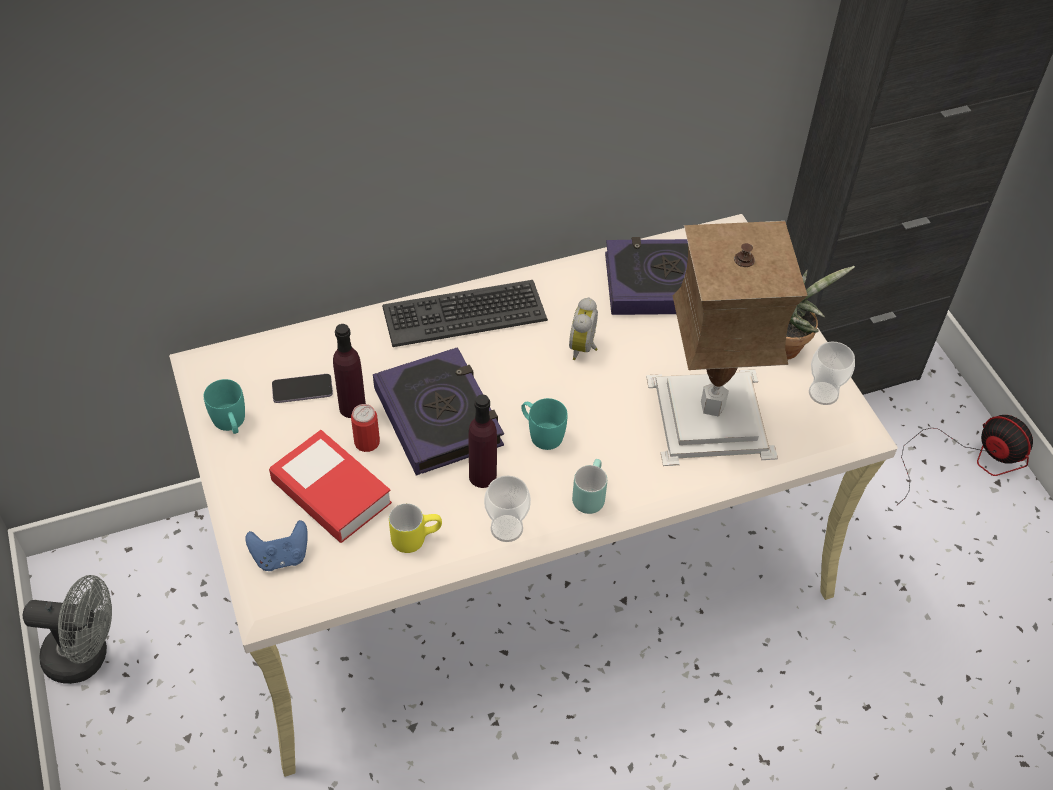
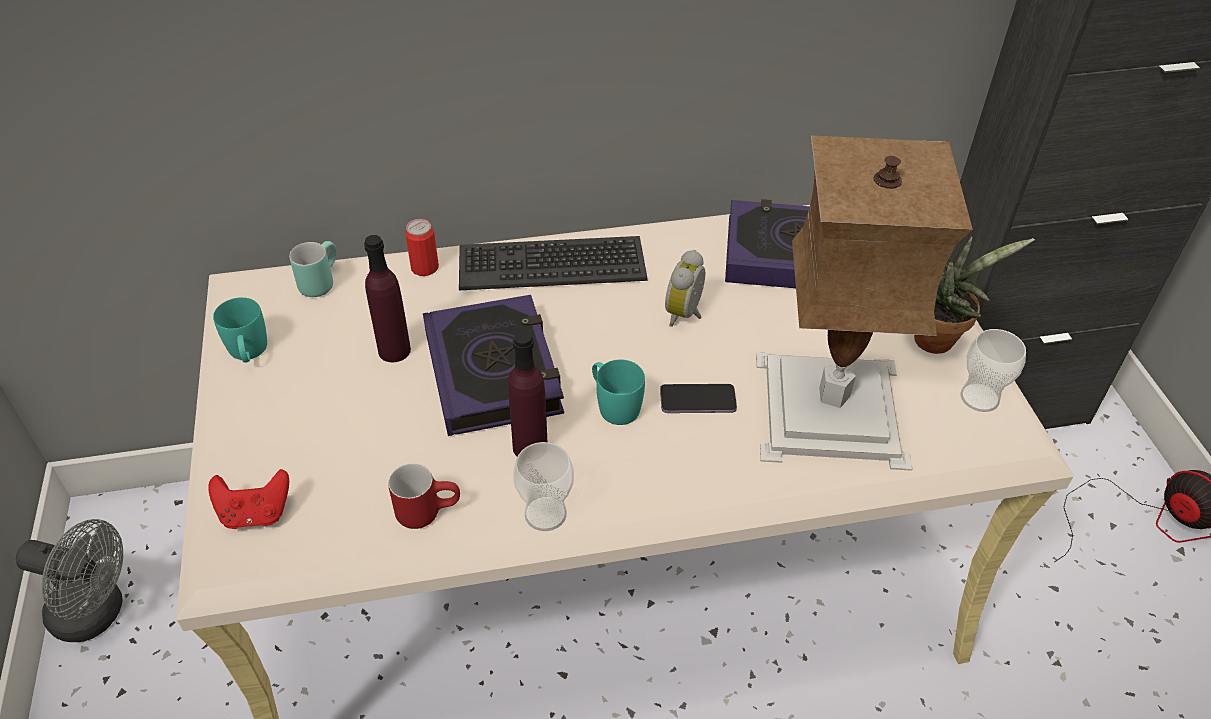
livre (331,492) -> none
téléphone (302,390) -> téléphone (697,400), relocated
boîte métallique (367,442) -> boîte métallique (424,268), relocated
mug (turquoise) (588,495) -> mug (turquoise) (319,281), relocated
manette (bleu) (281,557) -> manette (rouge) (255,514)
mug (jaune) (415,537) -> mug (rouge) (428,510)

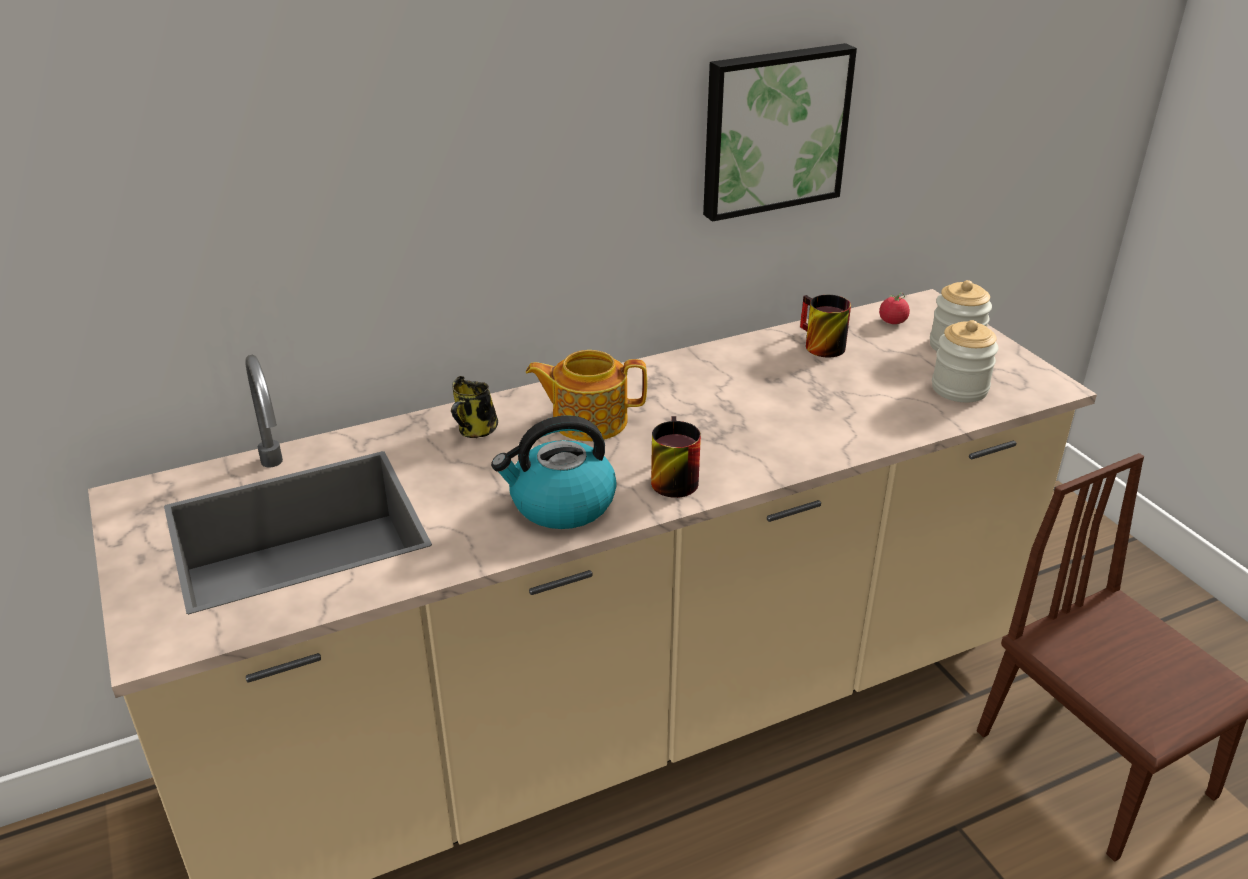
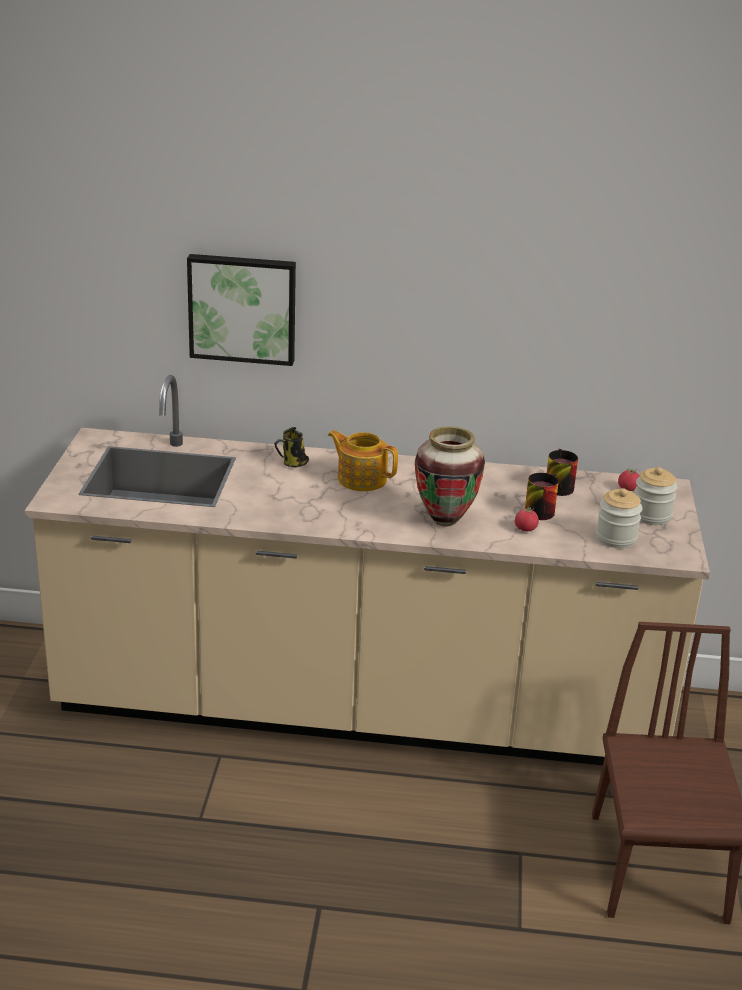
bouilloire (561,504) -> none
none -> vase (445,521)
none -> tomate (525,529)
mug (669,477) -> mug (539,509), relocated
tableau (773,130) -> tableau (243,308), relocated

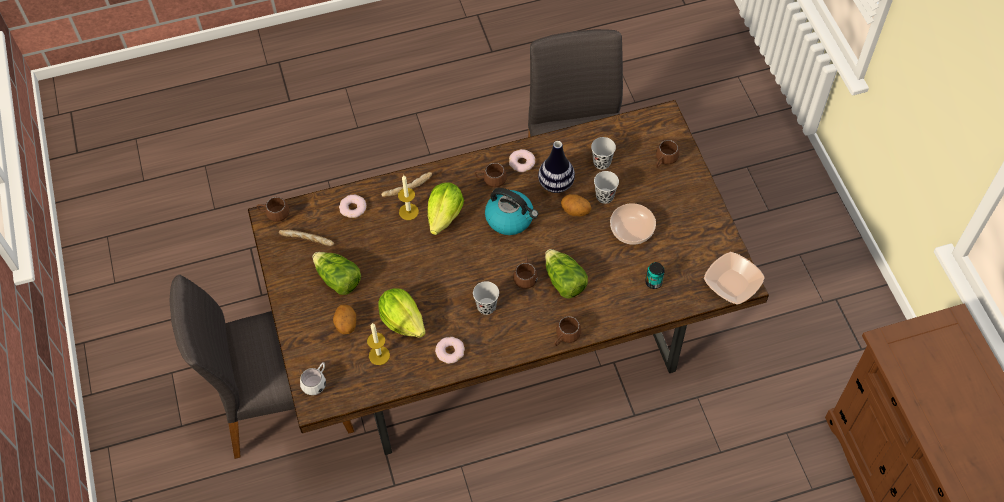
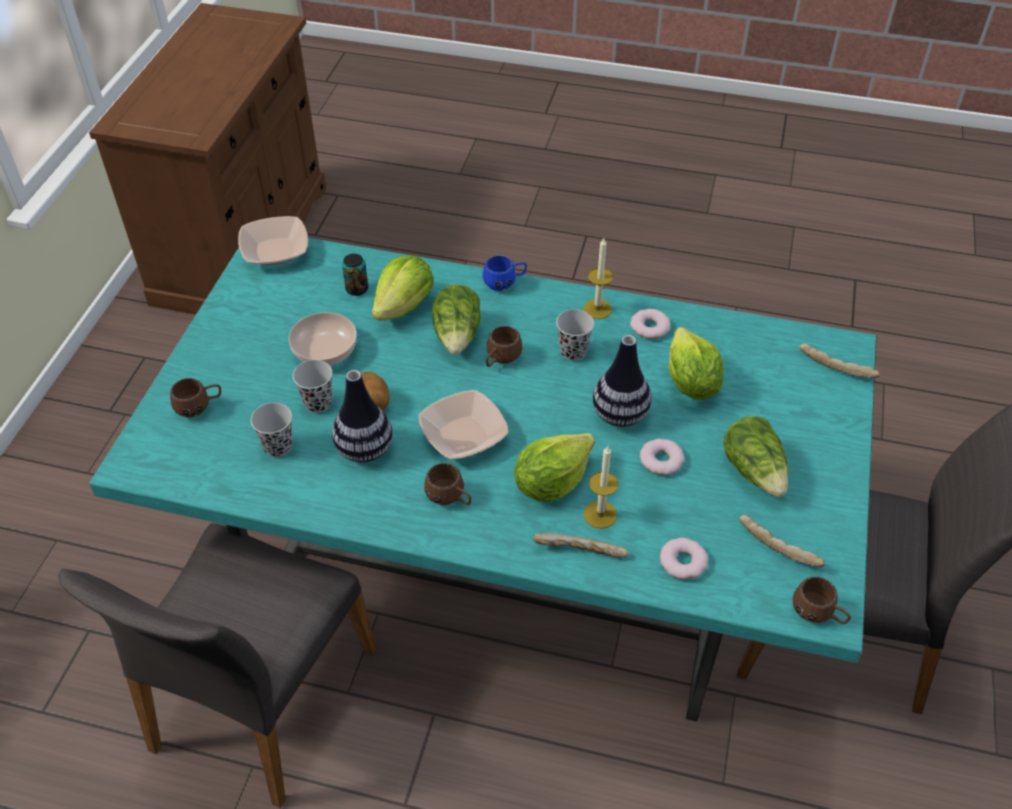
pomme de terre (346,325) -> none
none -> laitue (404,306)
none -> vase (619,414)
bougie (379,355) -> bougie (597,309), relocated
beignet (522,162) -> beignet (661,460), relocated
mug (blanc) (316,383) -> pain (836,366)
bouilloire (510,218) -> bol (463,435)
table à manger (marron) (503,337) -> table à manger (turquoise) (507,562)
mug (marron) (565,338) -> mug (bleu) (505,283)

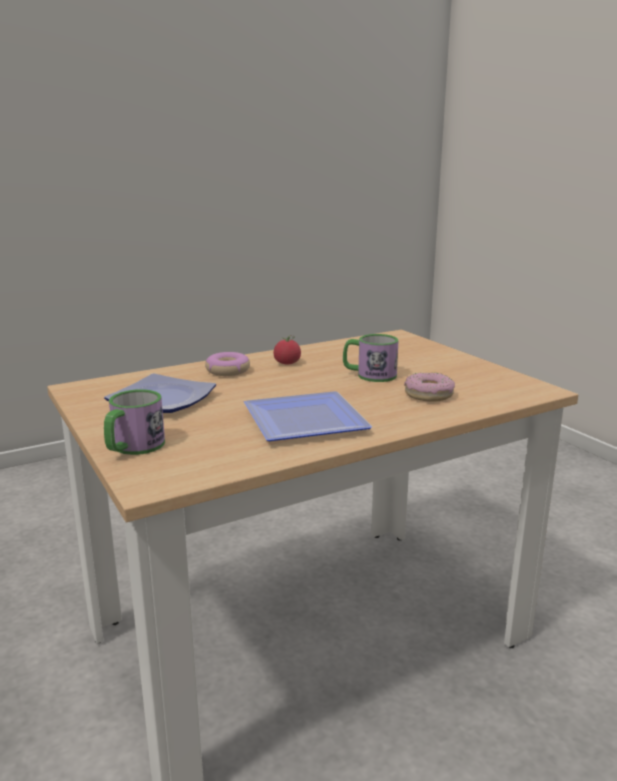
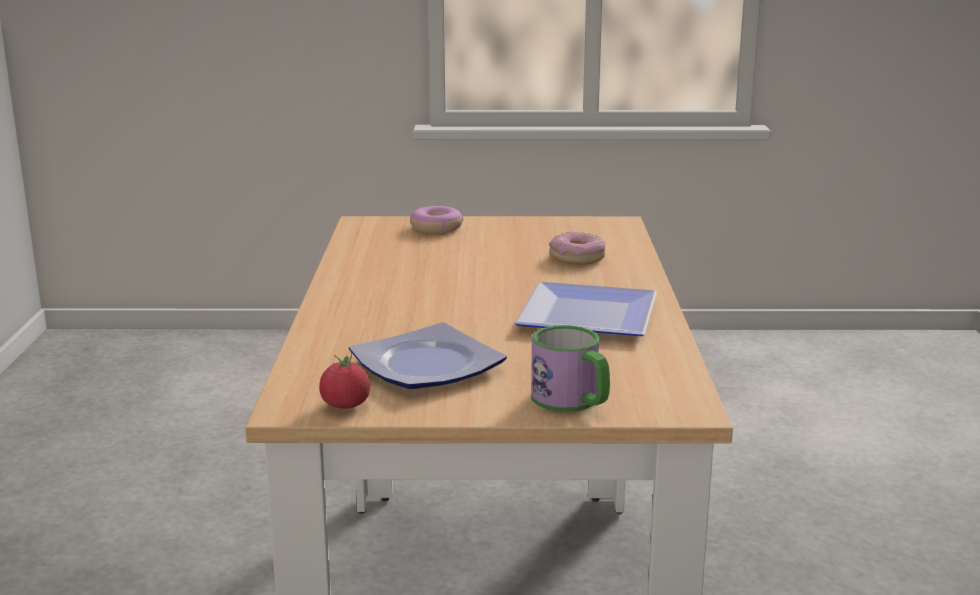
mug (369,375) -> none
beignet (227,371) -> beignet (436,228), relocated
tomate (287,363) -> tomate (345,405), relocated

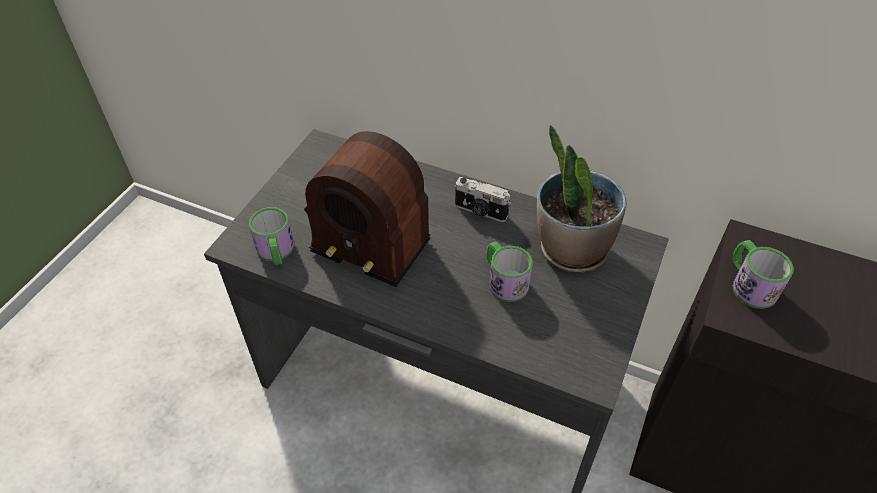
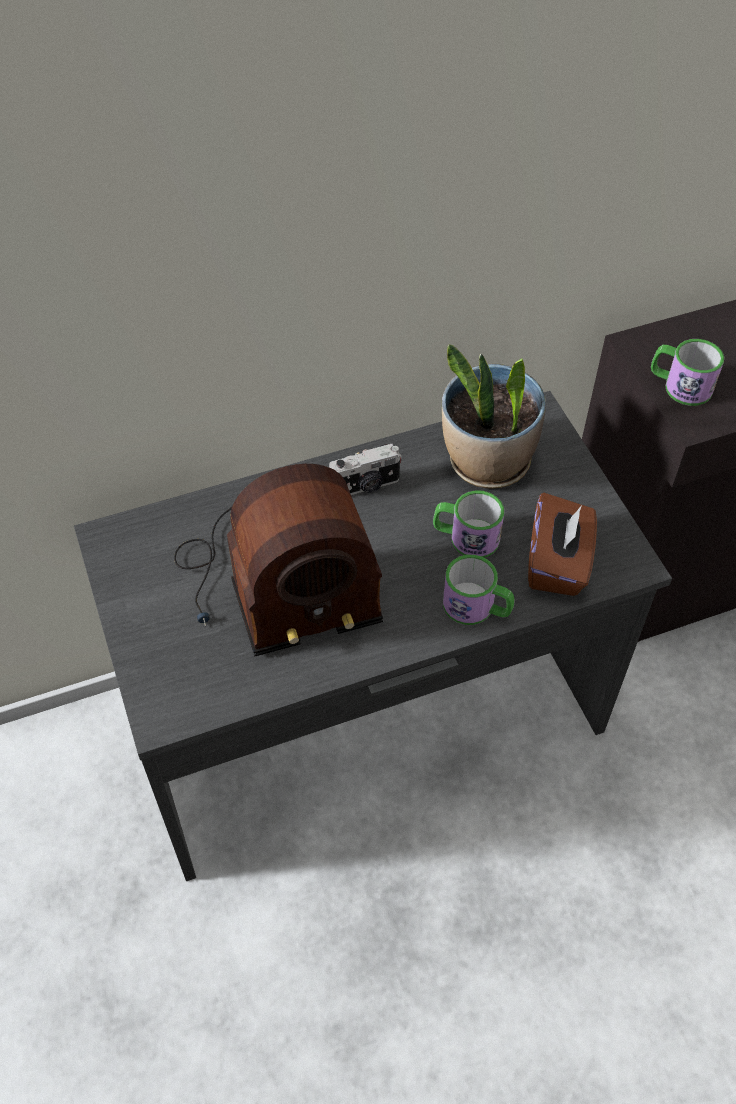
none -> boîte à mouchoirs (marron) (557,563)
mug (276,252) -> mug (477,607), relocated

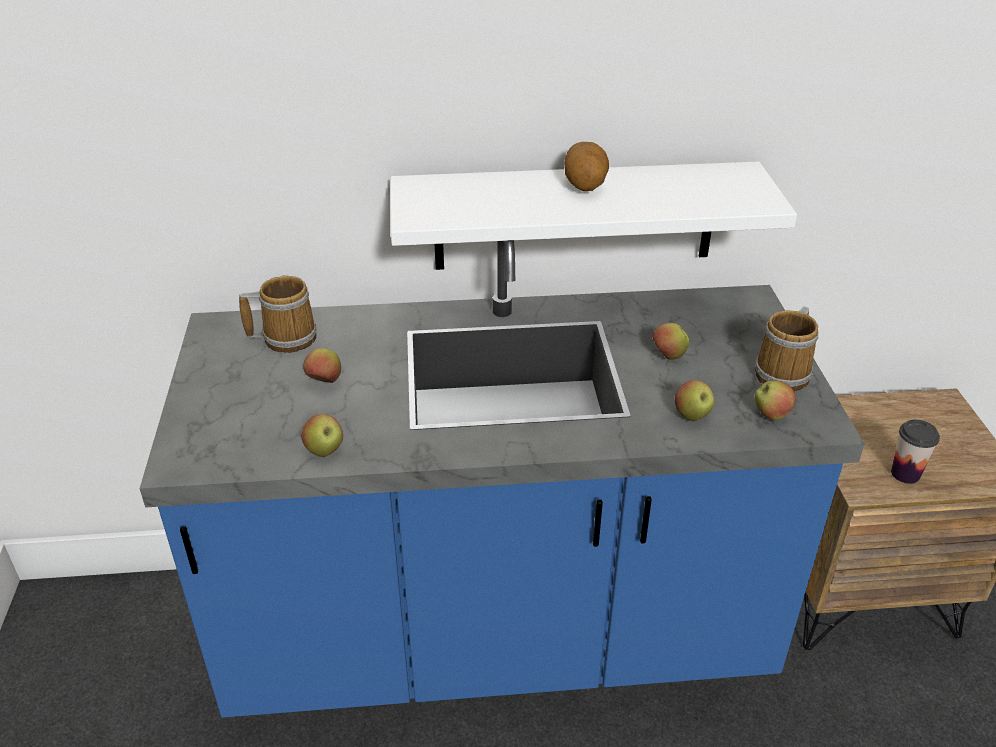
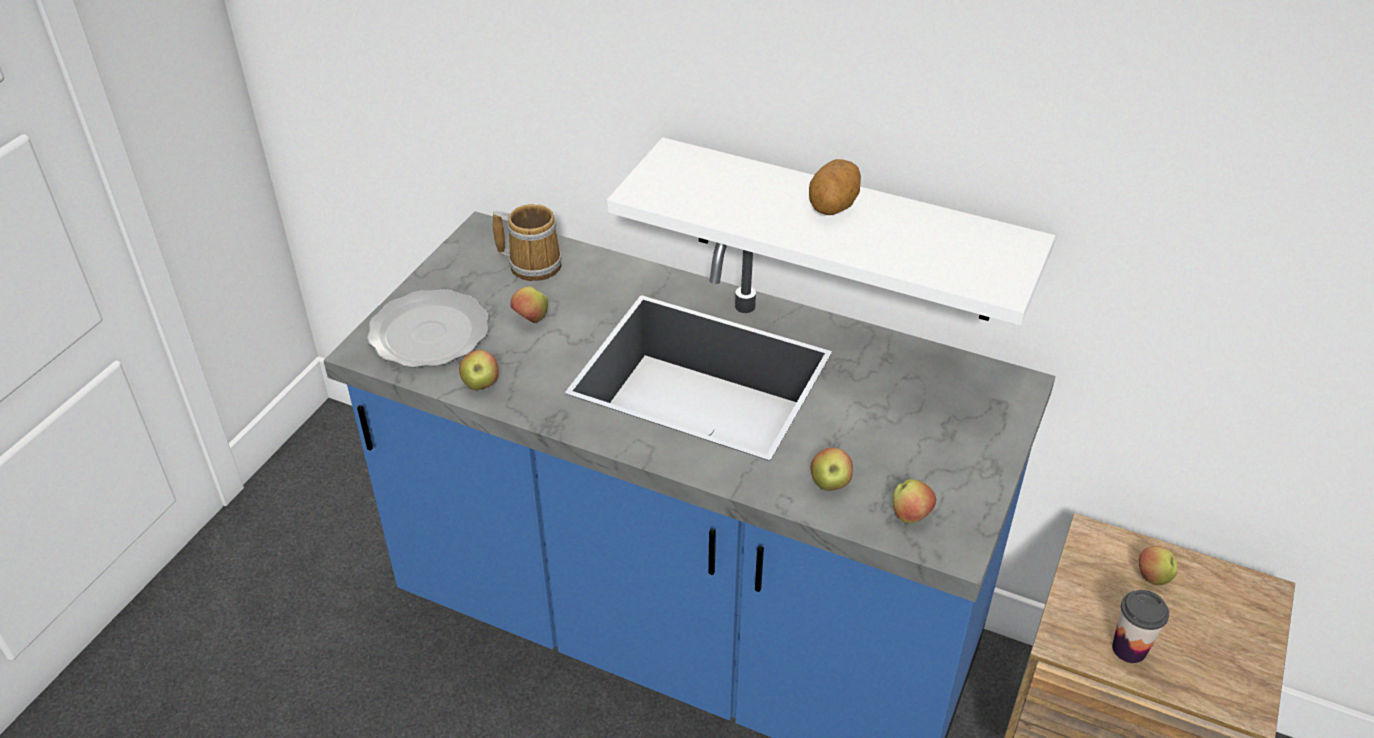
mug (785,373) -> none
none -> assiette (430,334)
pomme (668,356) -> pomme (1152,577), relocated

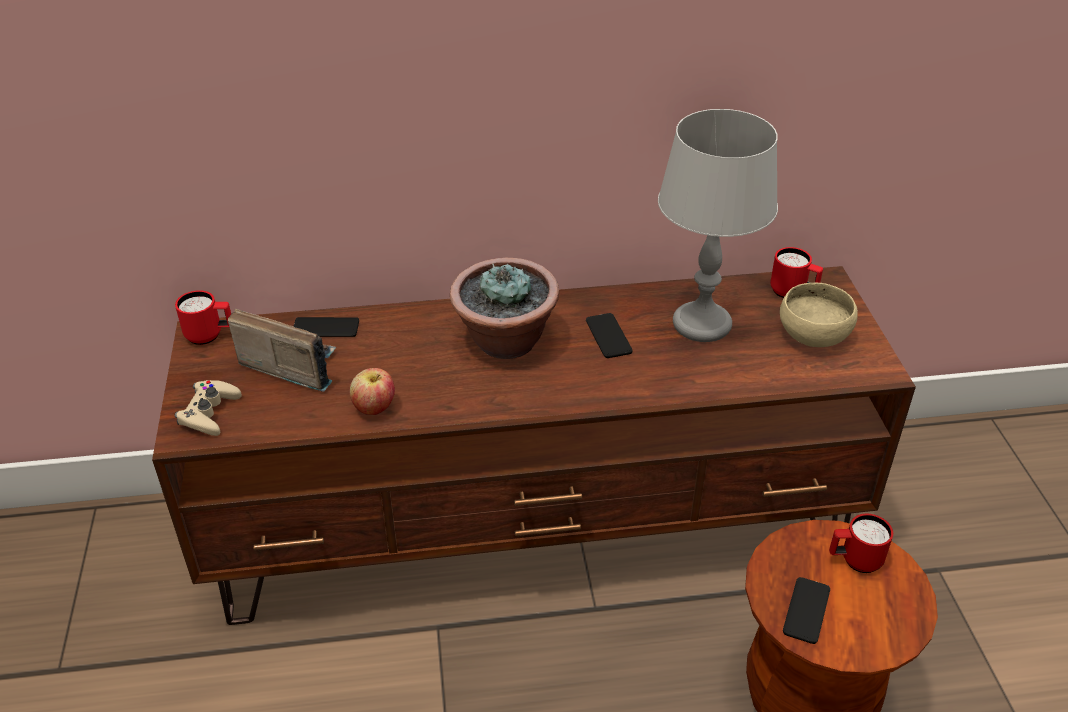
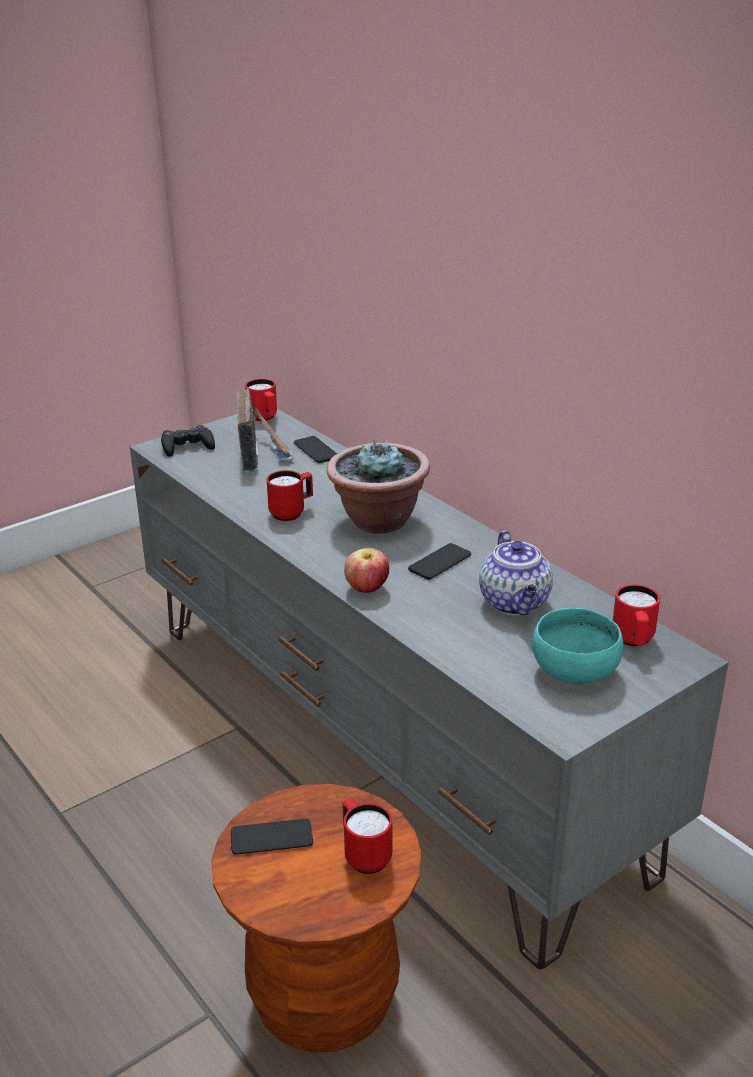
none -> mug (rouge) (292,513)
pomme (374,408) -> pomme (367,588), relocated
lampe de table (gris) (702,324) -> théière (515,603)
meuble télé (marron) (536,529) -> meuble télé (gris) (382,739)
manette (beige) (209,413) -> manette (noir) (187,446)
bol (beige) (811,335) -> bol (turquoise) (574,670)

